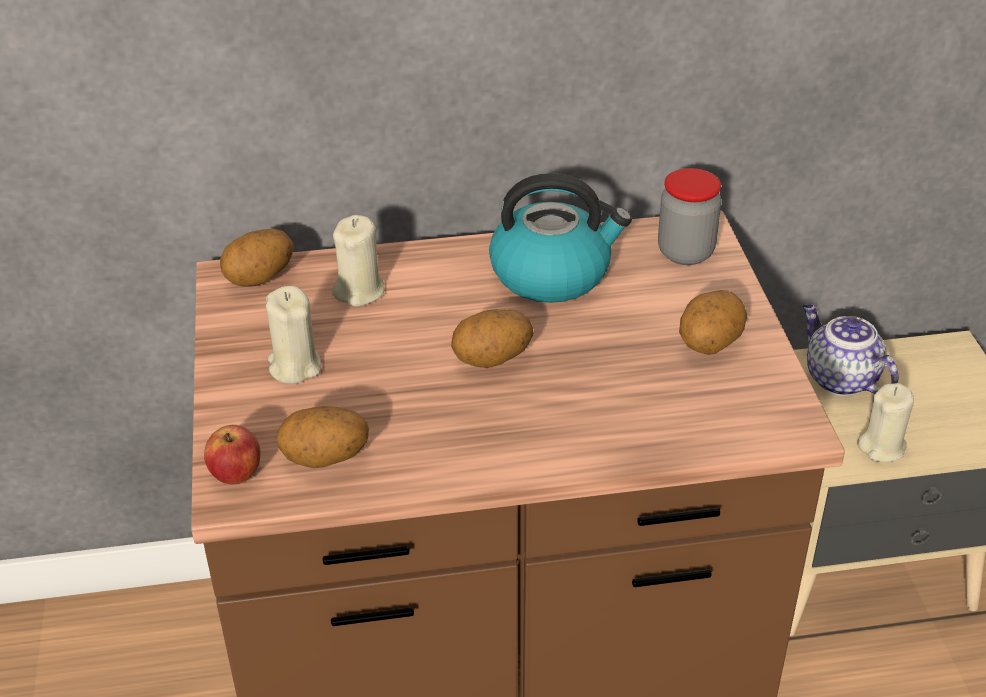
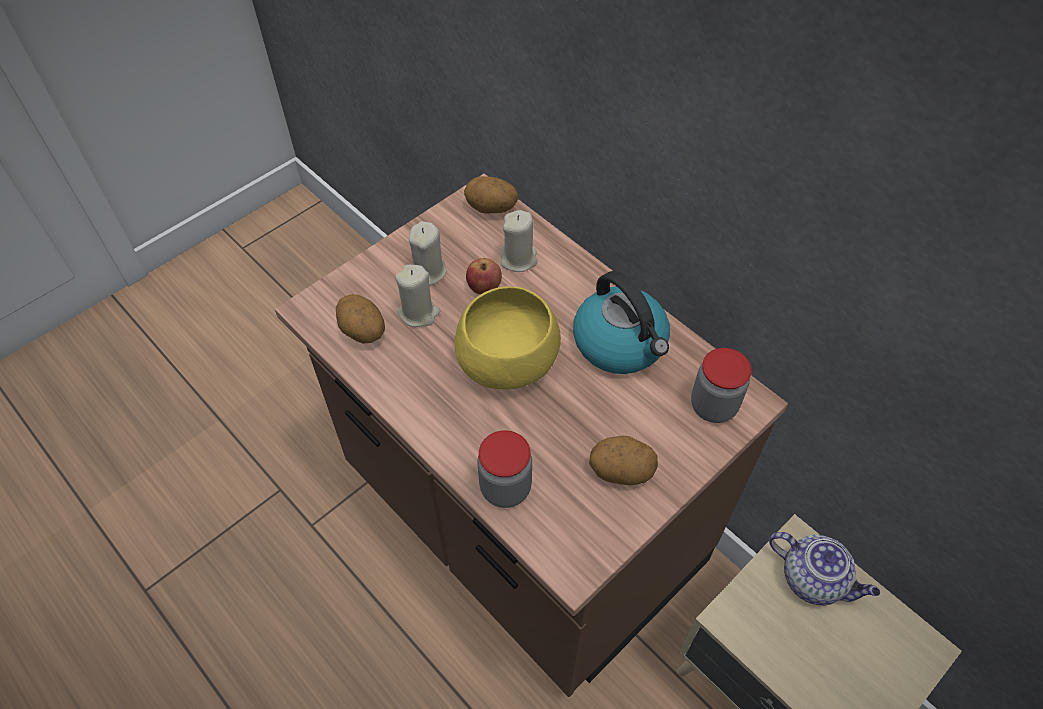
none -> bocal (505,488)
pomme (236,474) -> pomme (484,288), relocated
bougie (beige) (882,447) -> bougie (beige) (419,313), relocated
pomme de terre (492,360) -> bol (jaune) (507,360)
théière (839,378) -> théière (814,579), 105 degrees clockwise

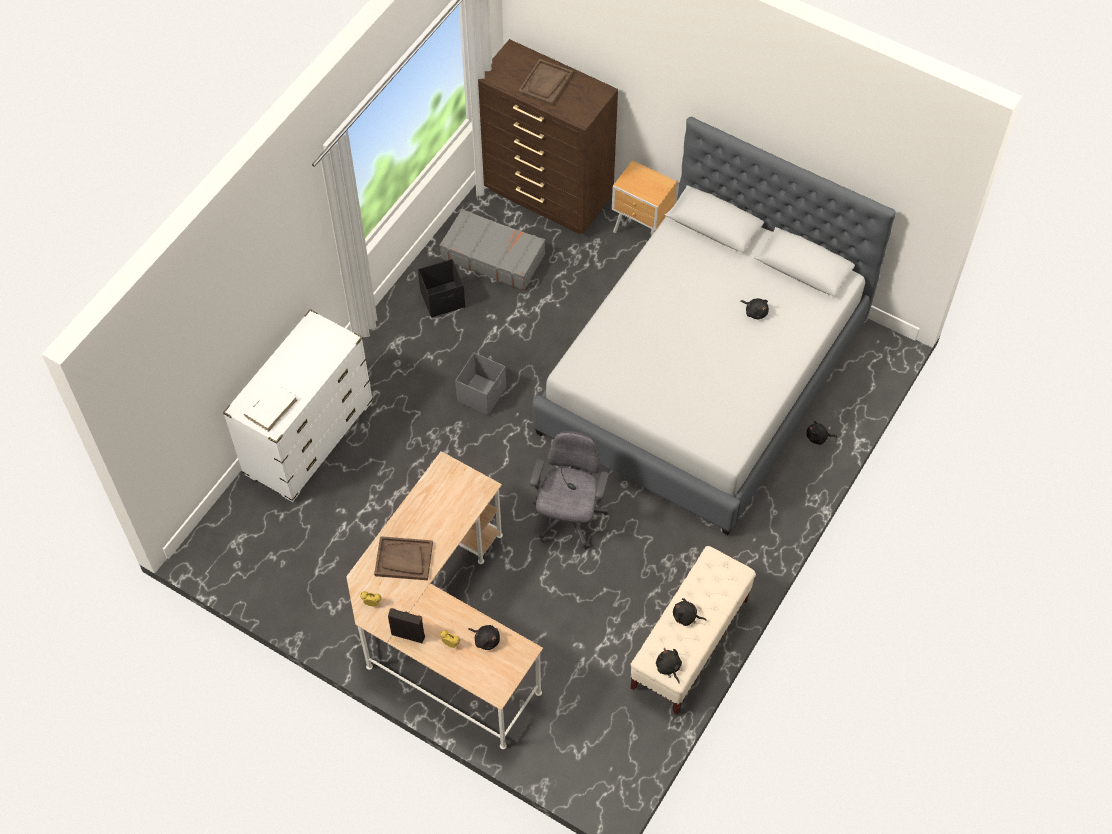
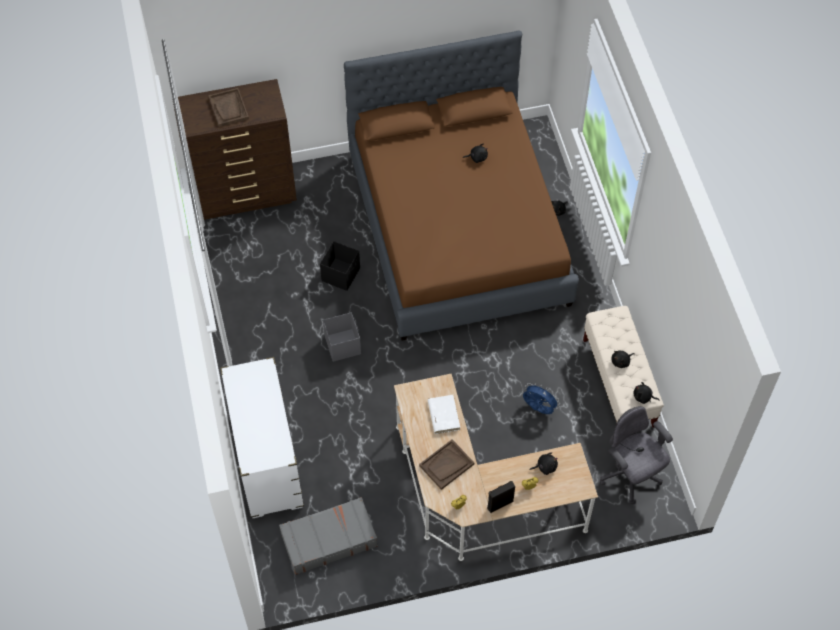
table de chevet (marron) (642,232) -> none
none -> ventilateur (bleu) (538,409)
livre (blanc) (271,408) -> livre (blanc) (443,415), relocated
boîte de rangement (noir) (443,299) -> boîte de rangement (noir) (341,274), relocated
valise (gris) (493,256) -> valise (gris) (328,539), relocated
chaise de bureau (gris) (568,519) -> chaise de bureau (gris) (630,475), relocated
lit (gris) (703,377) -> lit (marron) (458,228)

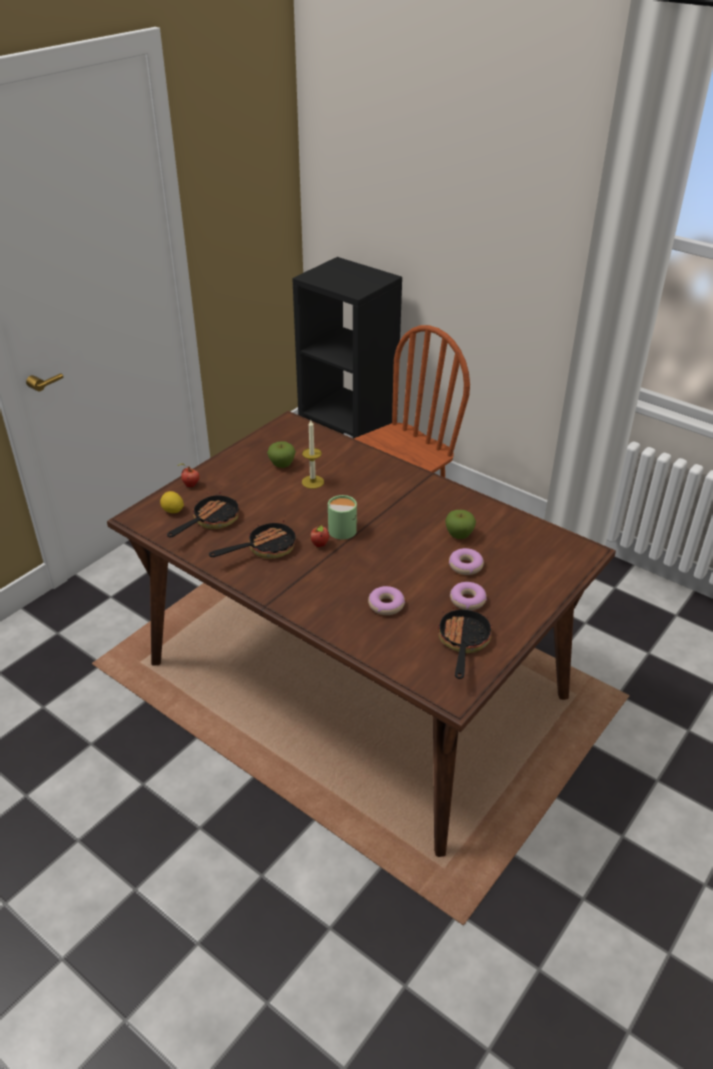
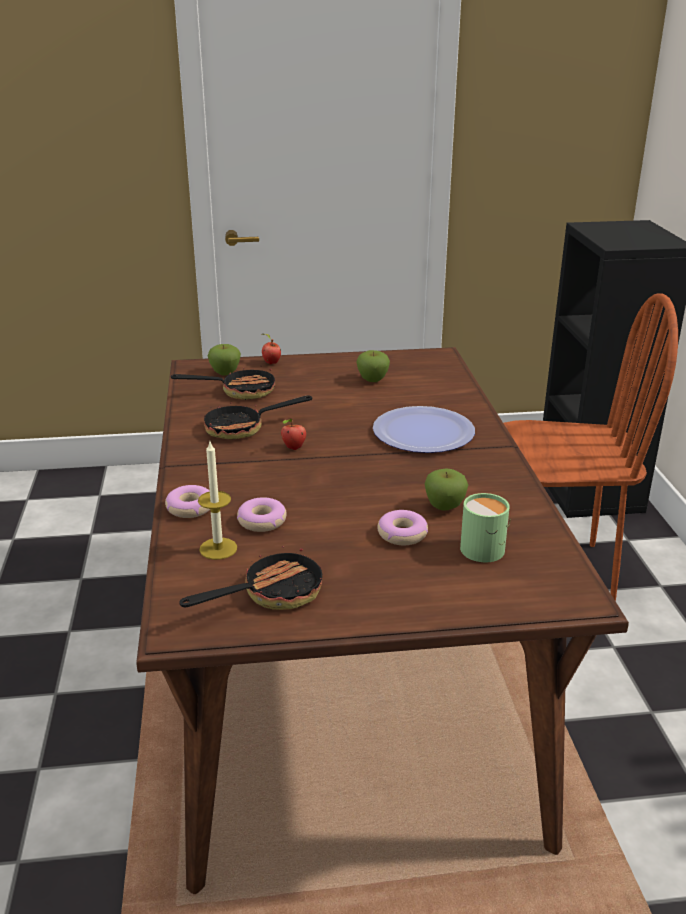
none -> assiette (423,432)
bougie (312,482) -> bougie (218,548), relocated
mug (vert) (343,528) -> mug (vert) (487,548), relocated
beignet (467,600) -> beignet (190,508), relocated
citron (173,511) -> pomme (225,373)
poêle (264,548) -> poêle (243,428), 150 degrees clockwise

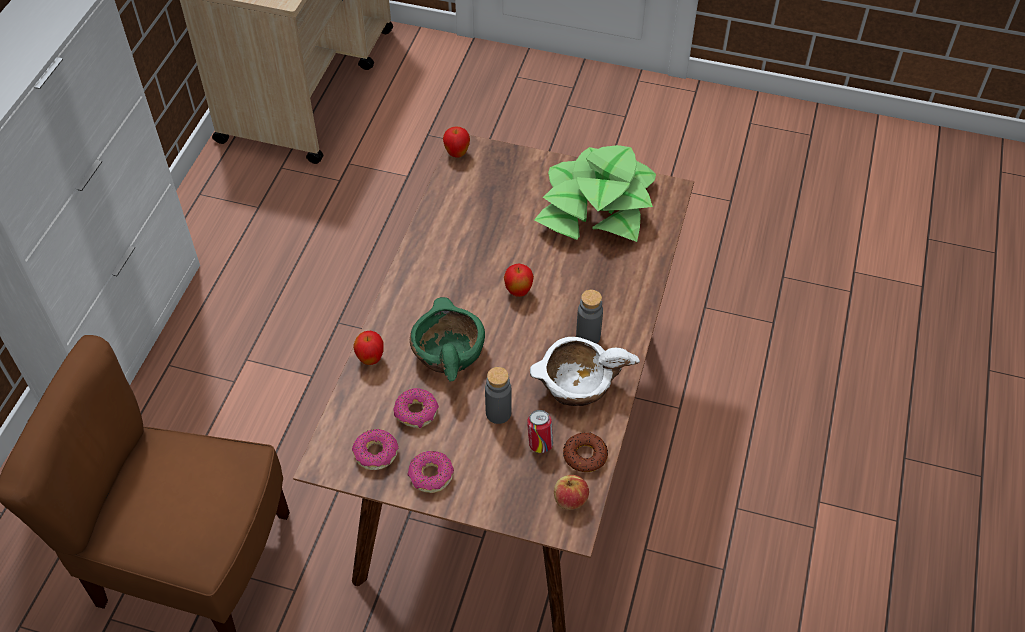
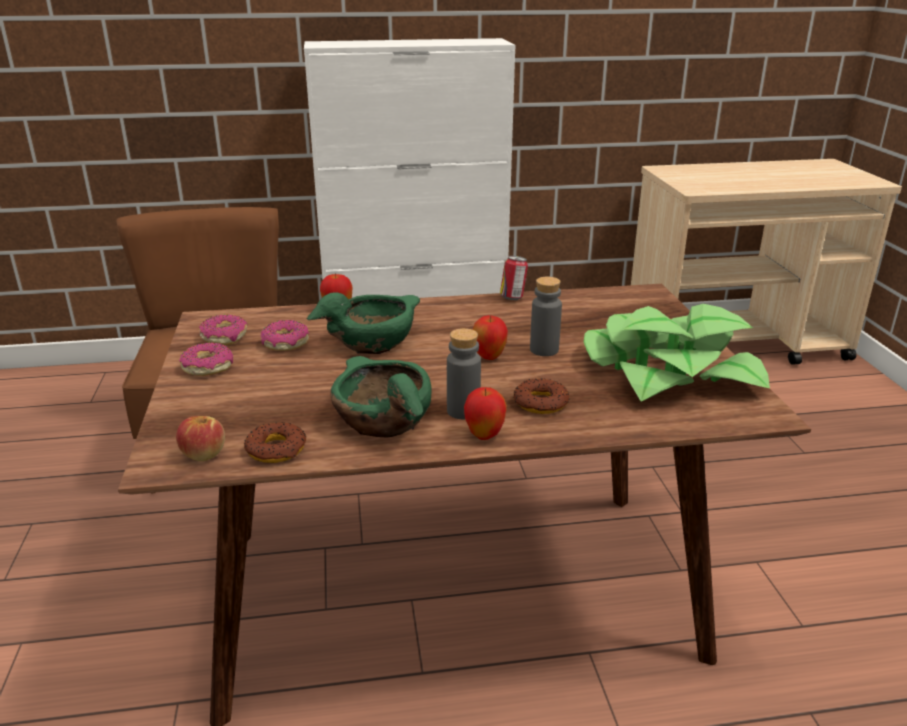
none -> beignet (540,403)
pomme (457,154) -> pomme (484,435), relocated
bouteille (gris) (498,413) -> bouteille (gris) (544,350), relocated
boîte métallique (540,443) -> boîte métallique (513,298), relocated
bol (blanc) (577,385) -> bol (vert) (383,420)

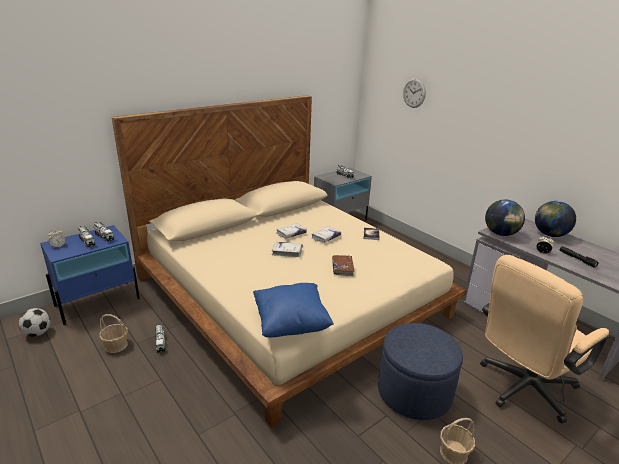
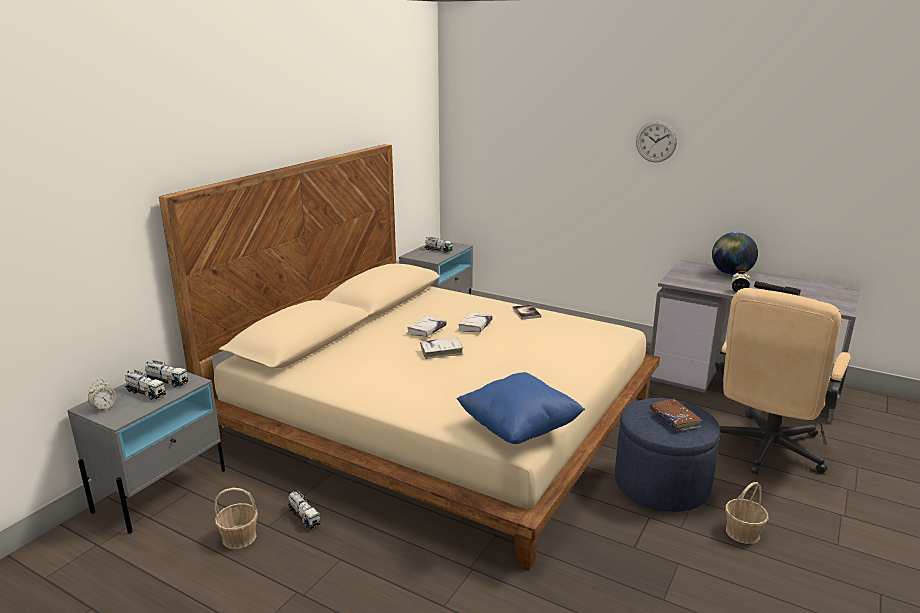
ballon de foot (37,333) -> none
globe (500,234) -> none
livre (marron) (342,268) -> livre (marron) (674,419), relocated
horloge murale (414,93) -> horloge murale (656,141), relocated
table de chevet (bleu) (98,302) -> table de chevet (gris) (161,490)

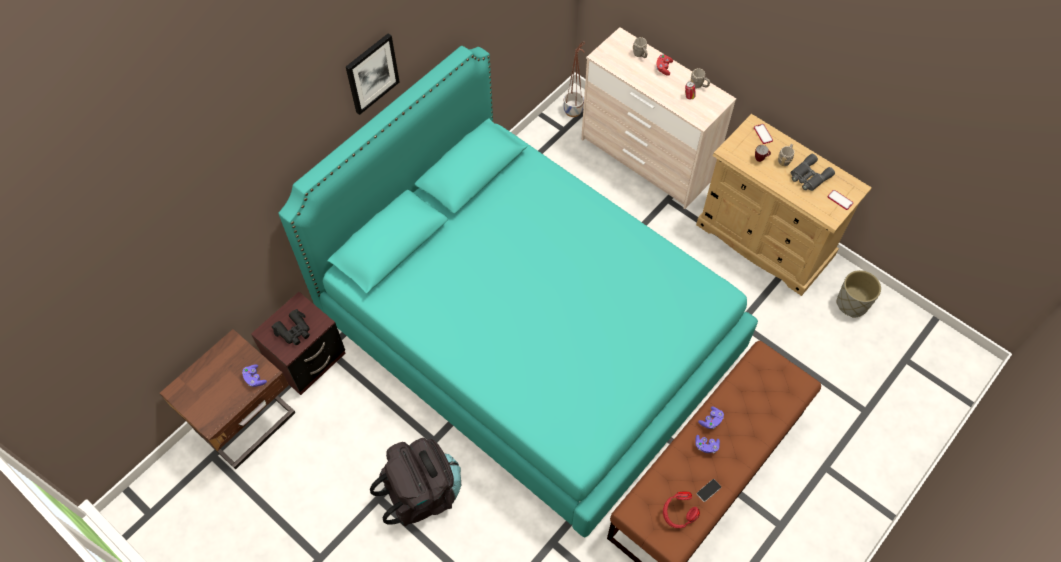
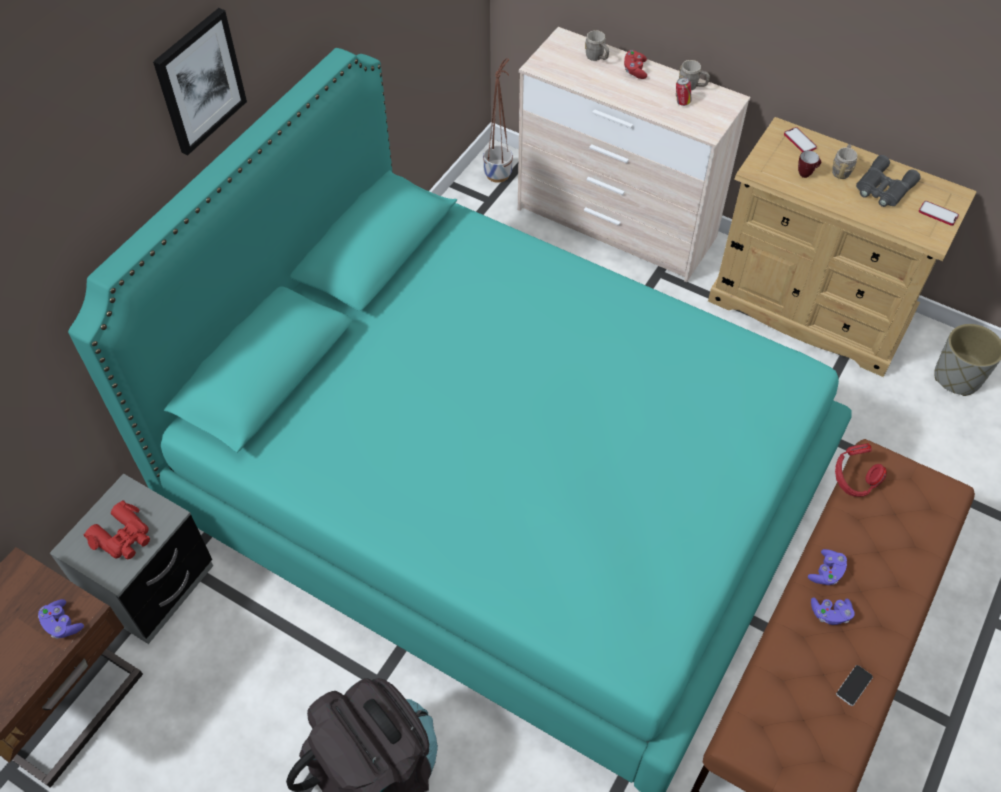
casque audio (rouge) (678,514) -> casque audio (rouge) (853,480), relocated
table de chevet (marron) (307,360) -> table de chevet (gris) (152,586)
jumelles (noir) (294,331) -> jumelles (rouge) (123,537)

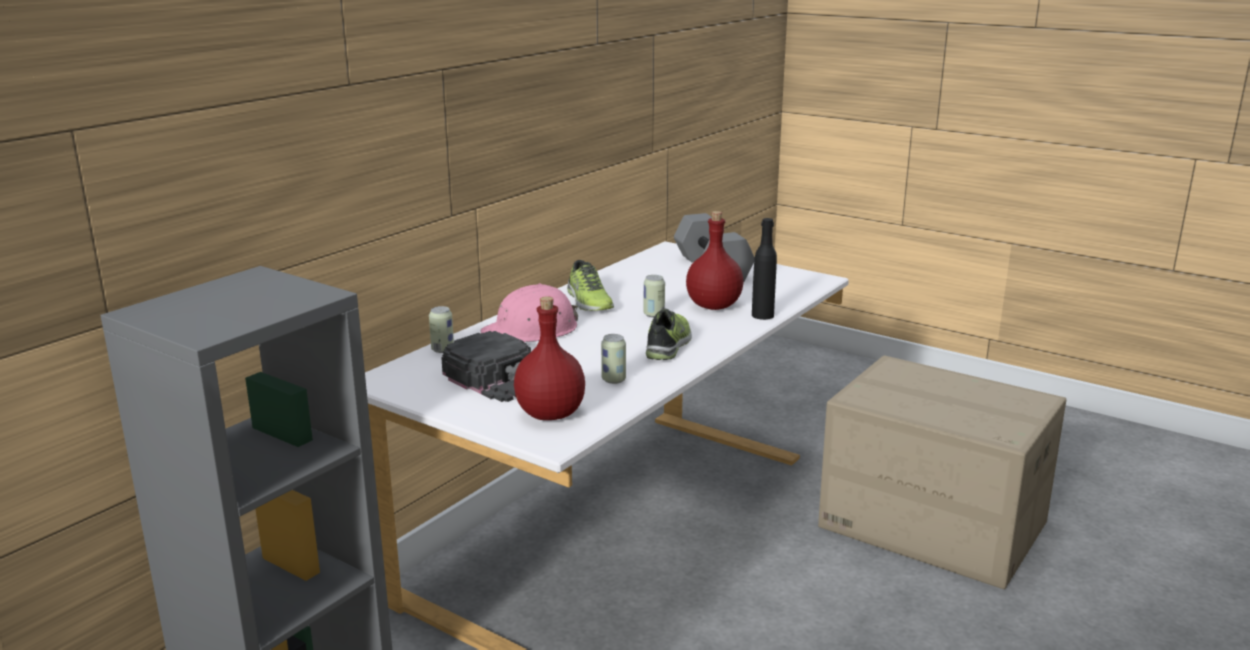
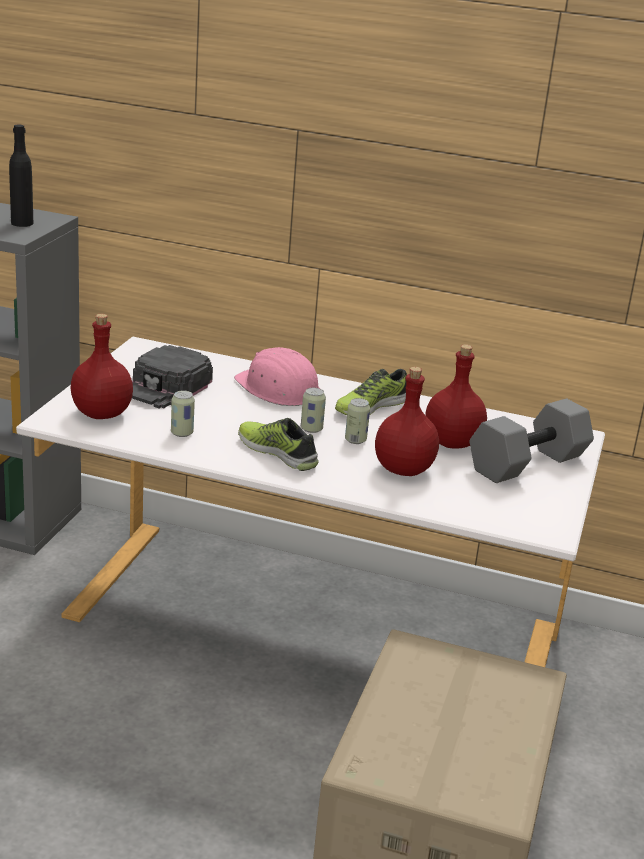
none -> bouteille (rouge) (452,443)
boîte métallique (442,349) -> boîte métallique (311,429), relocated
bouteille (noir) (762,315) -> bouteille (noir) (22,223), relocated
chaussure (669,345) -> chaussure (278,452), 135 degrees counterclockwise

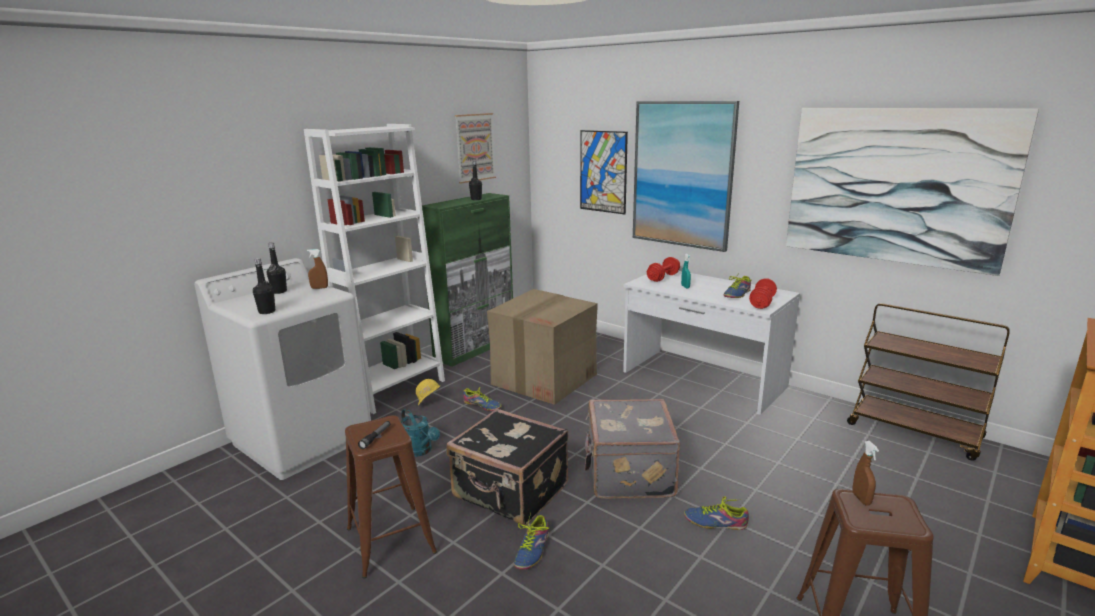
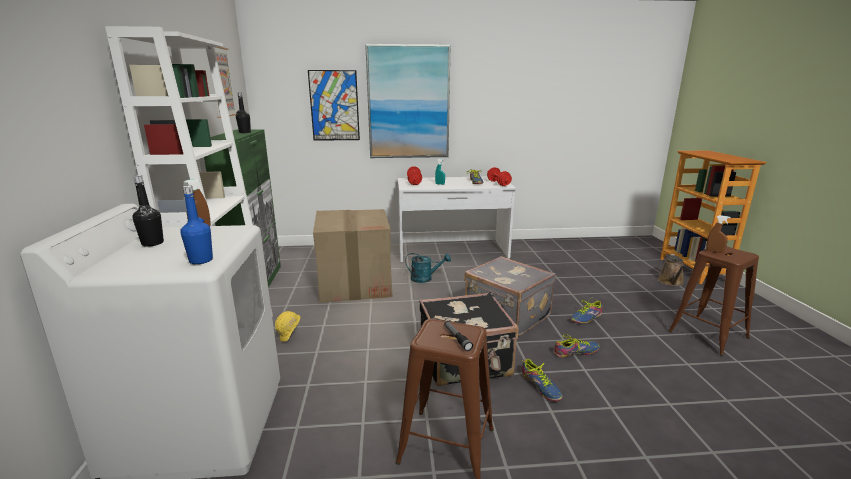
tableau (896,186) -> none
chariot (marron) (915,432) -> none
none -> arrosoir (marron) (671,282)
arrosoir (turquoise) (420,451) -> arrosoir (turquoise) (425,278), relocated
chaussure (482,405) -> chaussure (575,352), relocated
bouteille (noir) (267,312) -> bouteille (bleu) (201,260)

